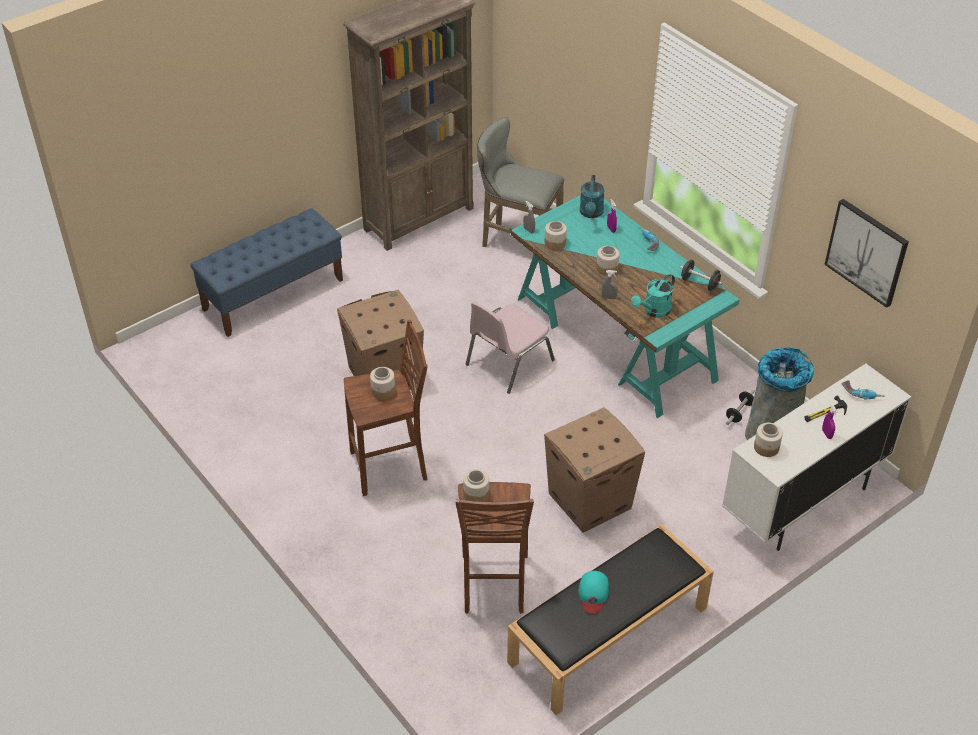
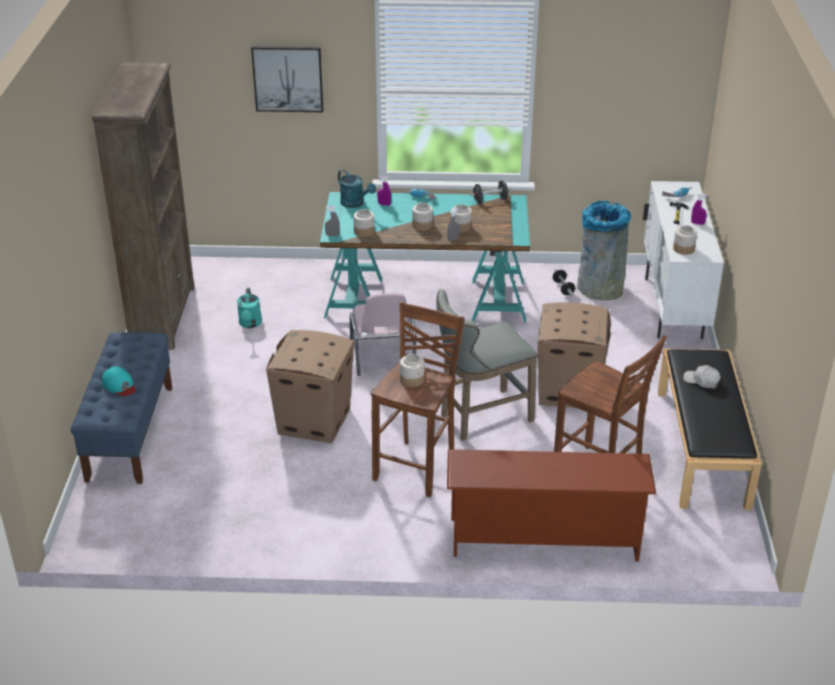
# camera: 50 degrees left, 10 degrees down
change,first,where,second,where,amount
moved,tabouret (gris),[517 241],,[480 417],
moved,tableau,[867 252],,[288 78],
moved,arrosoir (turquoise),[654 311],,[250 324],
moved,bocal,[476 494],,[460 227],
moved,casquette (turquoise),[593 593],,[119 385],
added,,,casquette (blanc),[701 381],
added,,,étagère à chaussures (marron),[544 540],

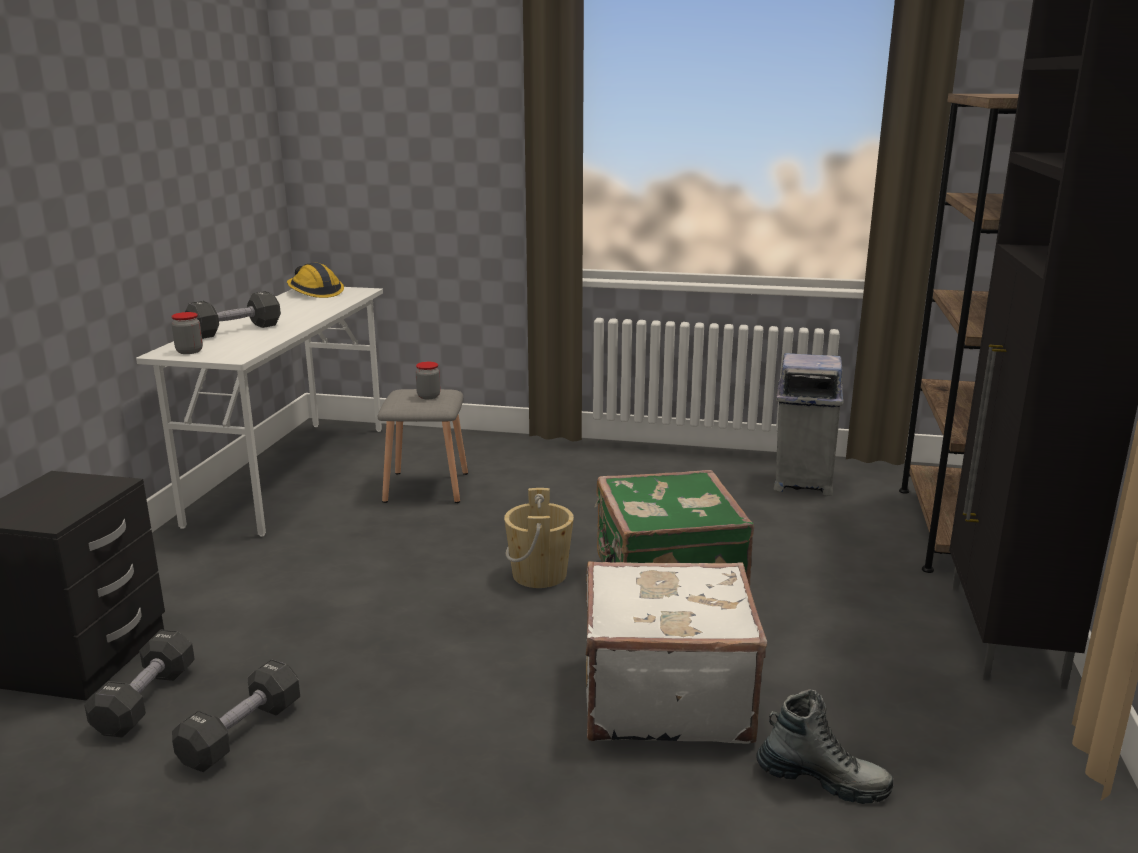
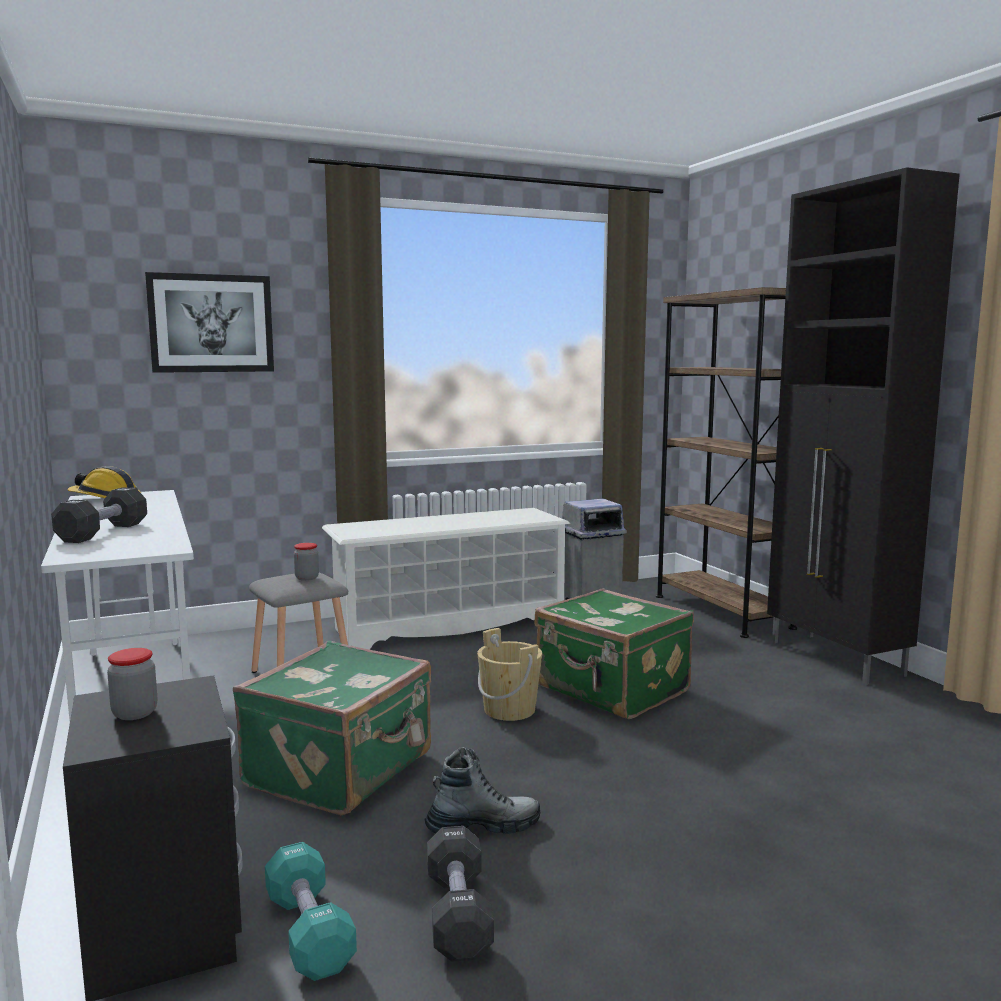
# camera: 35 degrees left, 10 degrees down
change,first,where,second,where,amount
moved,bocal,[189 351],,[135 713],
removed,valise (blanc),[664 696],,,
recoloured,haltère (noir),[146 700],haltère (turquoise),[309 932],
moved,botte,[822 780],,[483 826],
added,,,tableau,[211 323],
added,,,étagère à chaussures (blanc),[449 625],
added,,,valise (vert),[342 770],

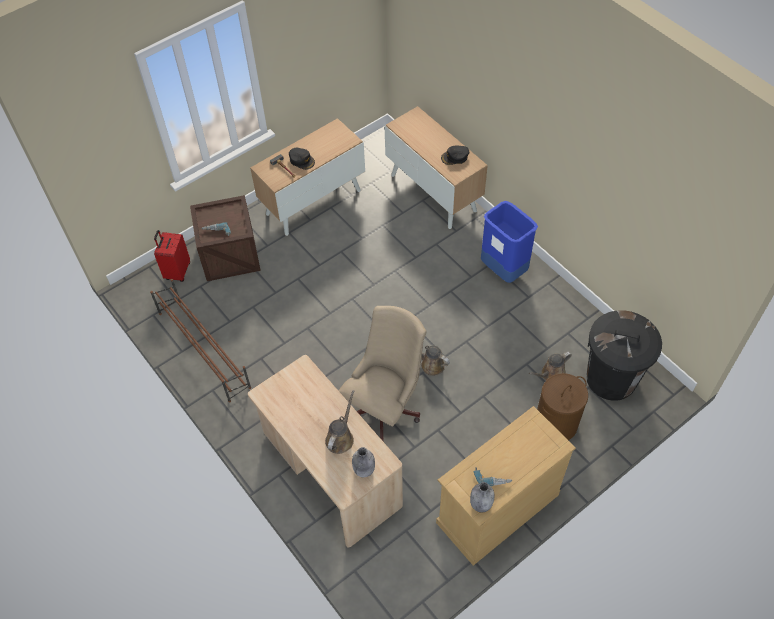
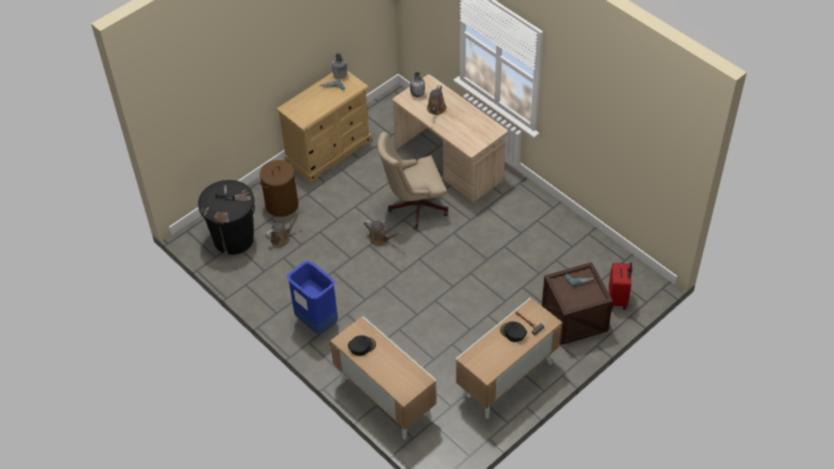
# camera: 175 degrees right, 5 degrees down
change,first,where,second,where,amount
removed,étagère à chaussures (marron),[203 349],,,
turned,chaise de bureau (beige),[385 406],,[413 206],45 degrees clockwise

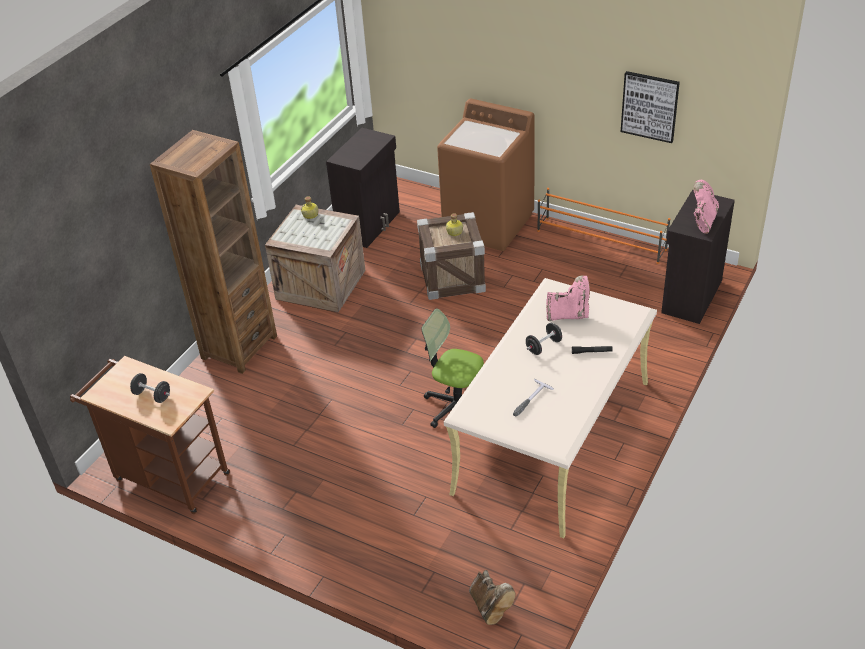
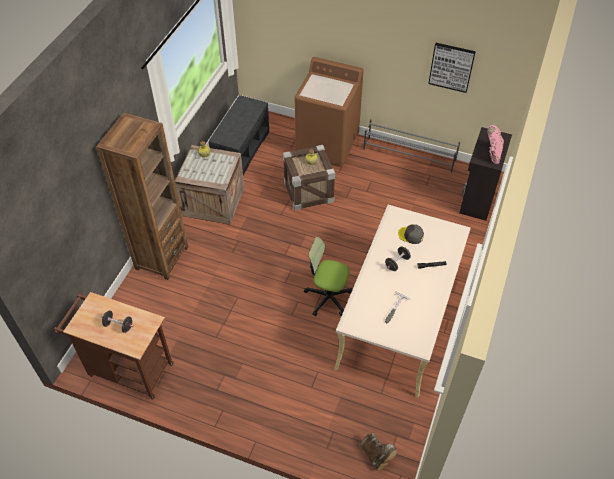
# camera: 10 degrees left, 10 degrees up
change,first,where,second,where,amount
replaced,meuble de rangement (noir),[369 225],banc (gris),[241 149],
recoloured,étagère à chaussures (orange),[601 240],étagère à chaussures (gris),[409 155],
replaced,botte (rose),[569 315],casquette (gris),[411 235],

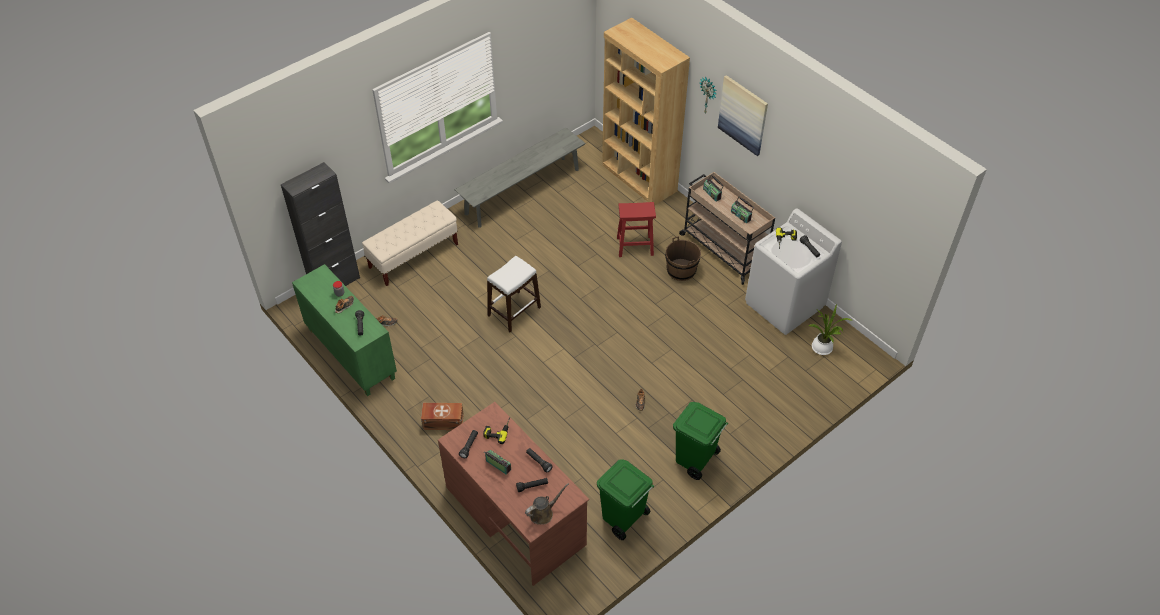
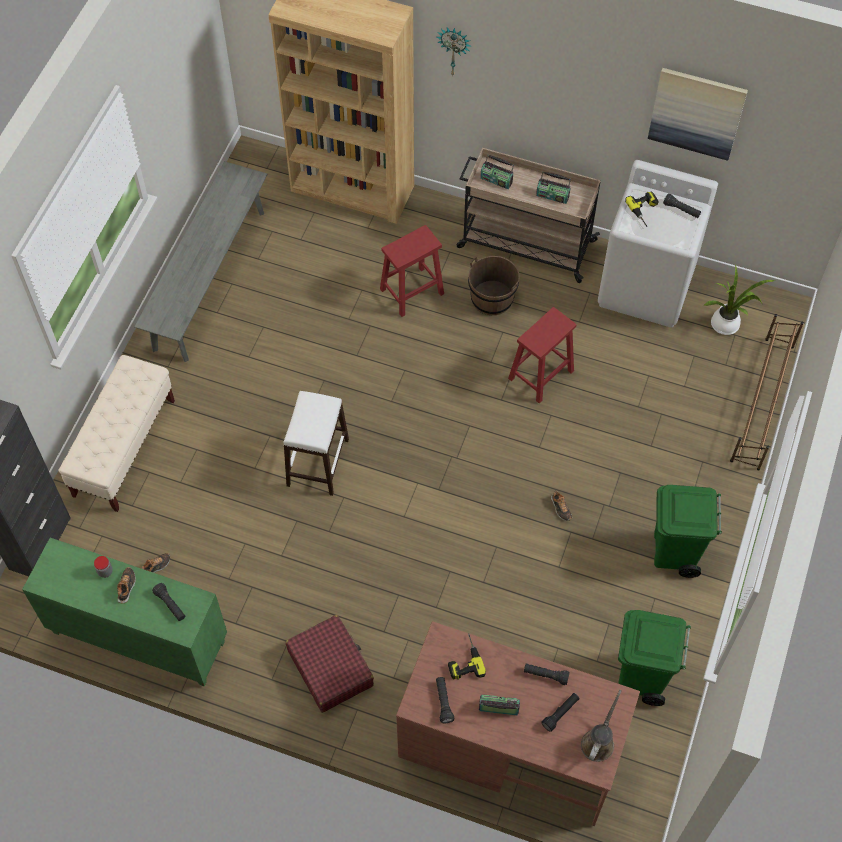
# camera: 30 degrees left, 10 degrees up
change,first,where,second,where,amount
moved,tableau,[743 115],,[696 113],
replaced,boîte de rangement (marron),[442 421],valise (rouge),[330 668],
added,,,tabouret (rouge),[540 375],
added,,,étagère à chaussures (marron),[762 403],

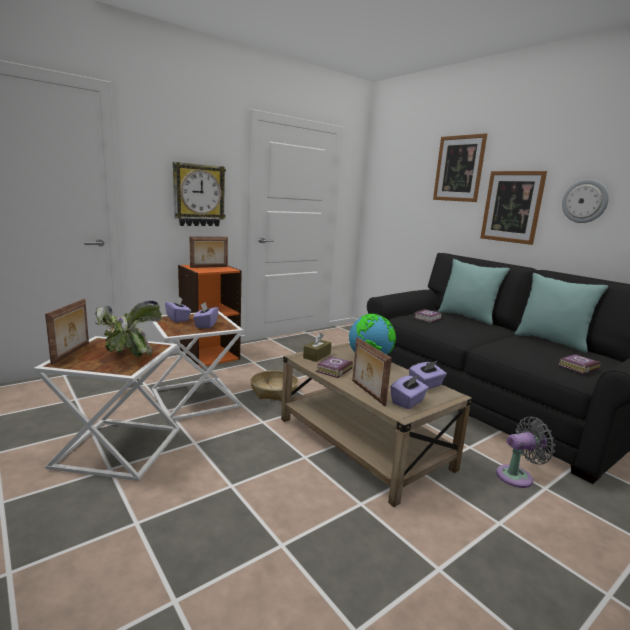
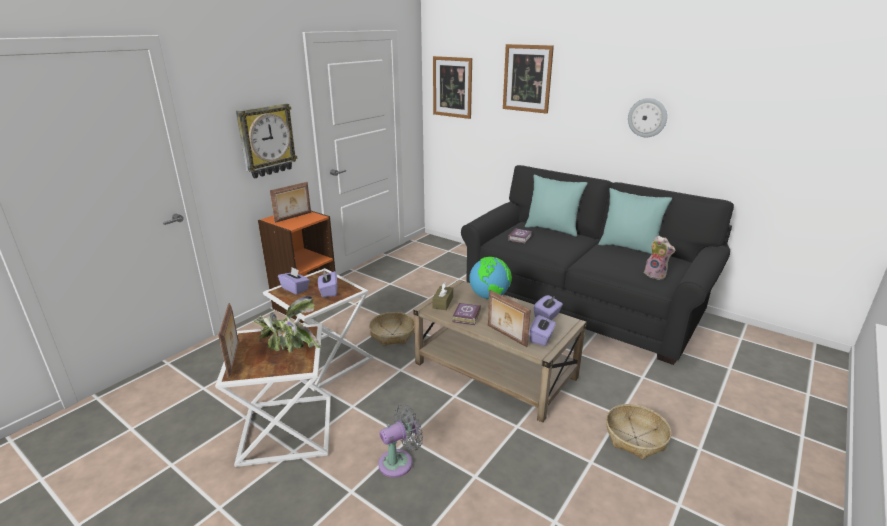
# camera: 15 degrees left, 10 degrees up
change,first,where,second,where,amount
moved,tableau,[512 207],,[452 87],
replaced,livre,[577 367],peluche,[656 275],
moved,ventilateur (gris),[517 476],,[399 462],
added,,,panier,[635 437],

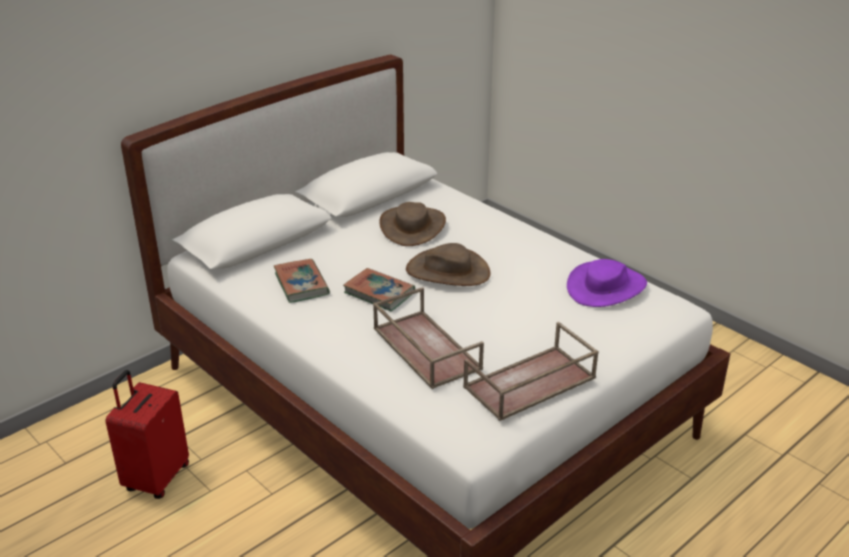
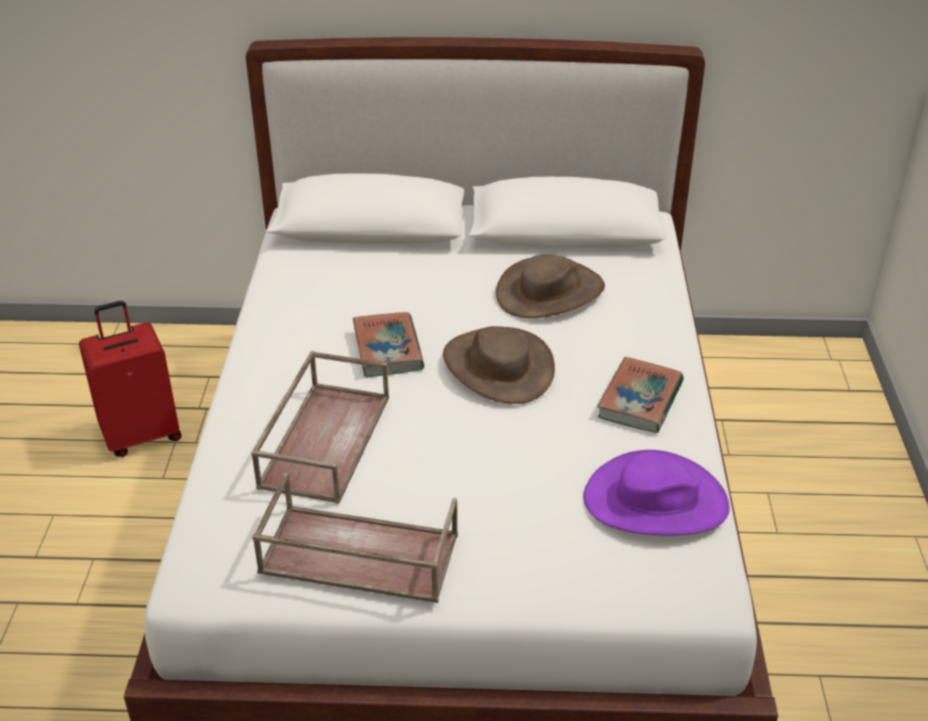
# camera: 45 degrees right, 5 degrees up
change,first,where,second,where,amount
moved,livre,[301 284],,[640 400],

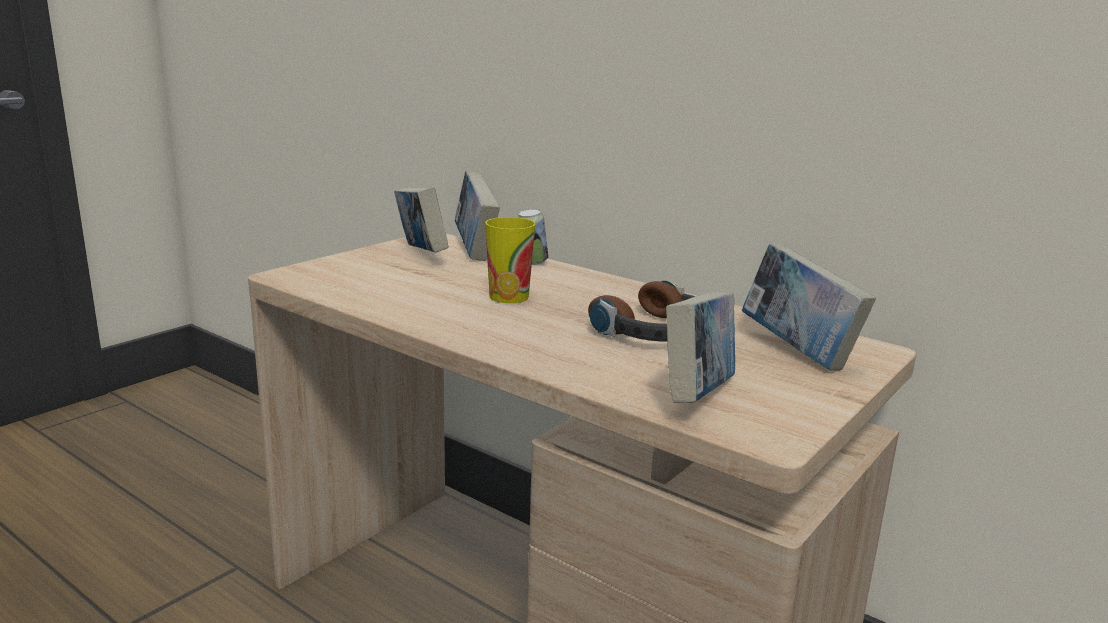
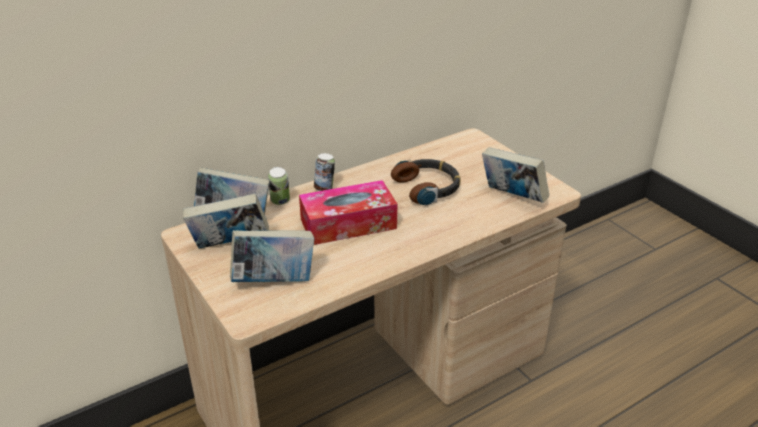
# camera: 70 degrees left, 15 degrees up
change,first,where,second,where,amount
replaced,tasse,[509 297],boîte à mouchoirs,[348 224],
moved,livre,[798 352],,[274 281],
added,,,boîte métallique,[325 188],

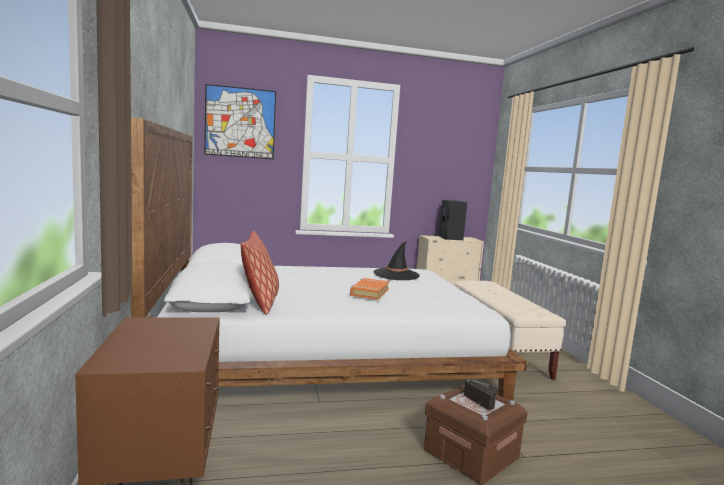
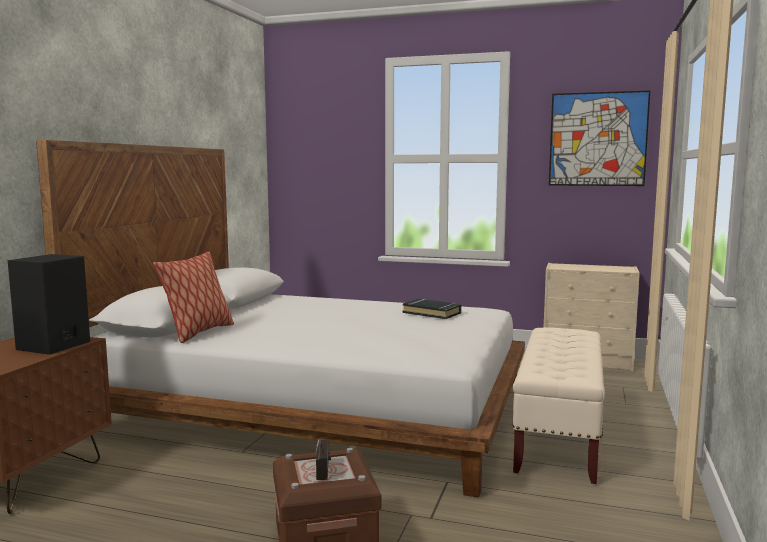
# camera: 30 degrees right, 0 degrees up
change,first,where,second,where,amount
moved,tableau,[240 122],,[597 139],
moved,enceinte (noir),[451 238],,[53 346],
replaced,chapeau (noir),[396 274],livre (noir),[432 313],
removed,livre (orange),[369 292],,,

